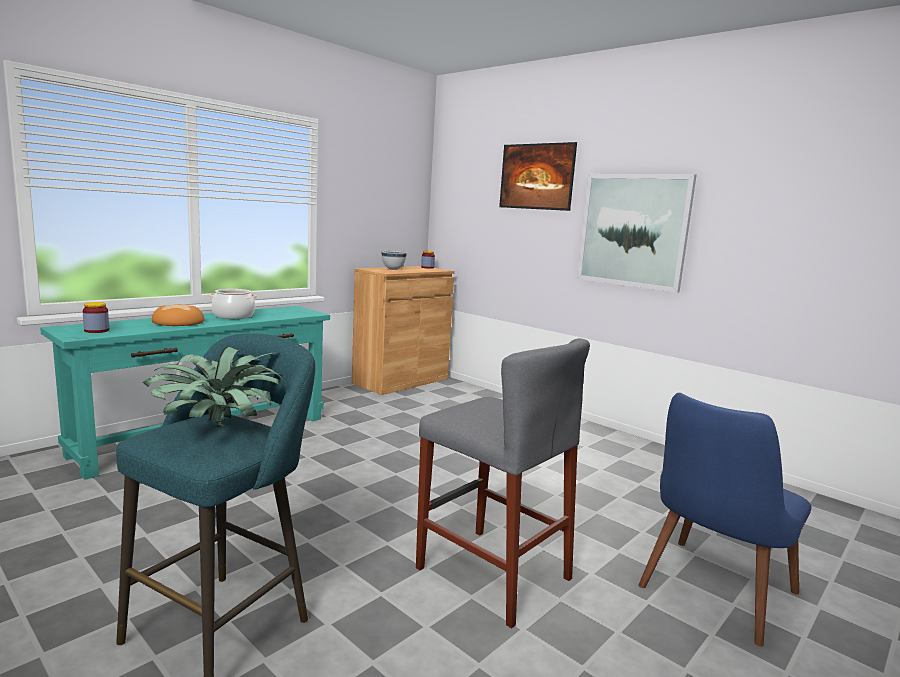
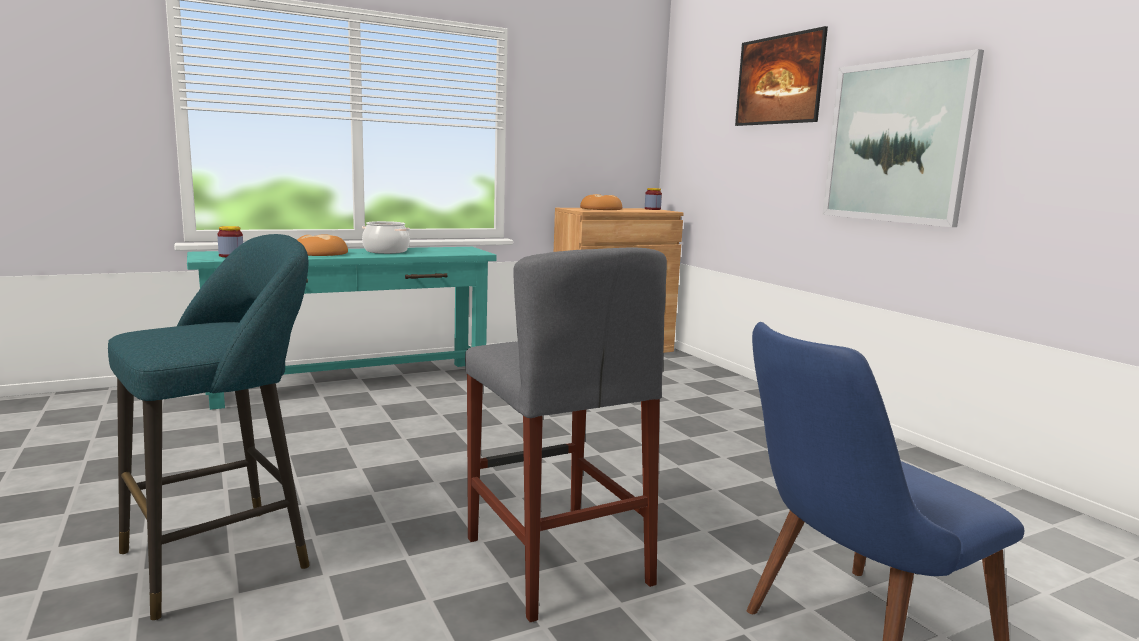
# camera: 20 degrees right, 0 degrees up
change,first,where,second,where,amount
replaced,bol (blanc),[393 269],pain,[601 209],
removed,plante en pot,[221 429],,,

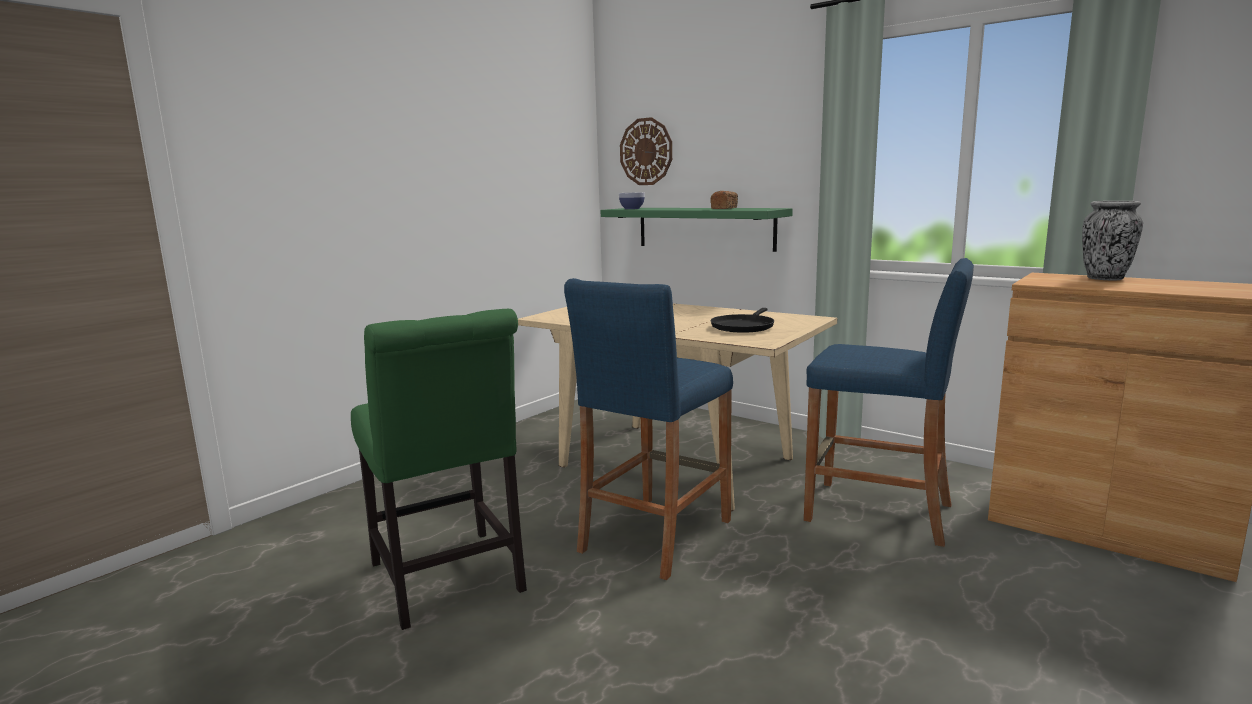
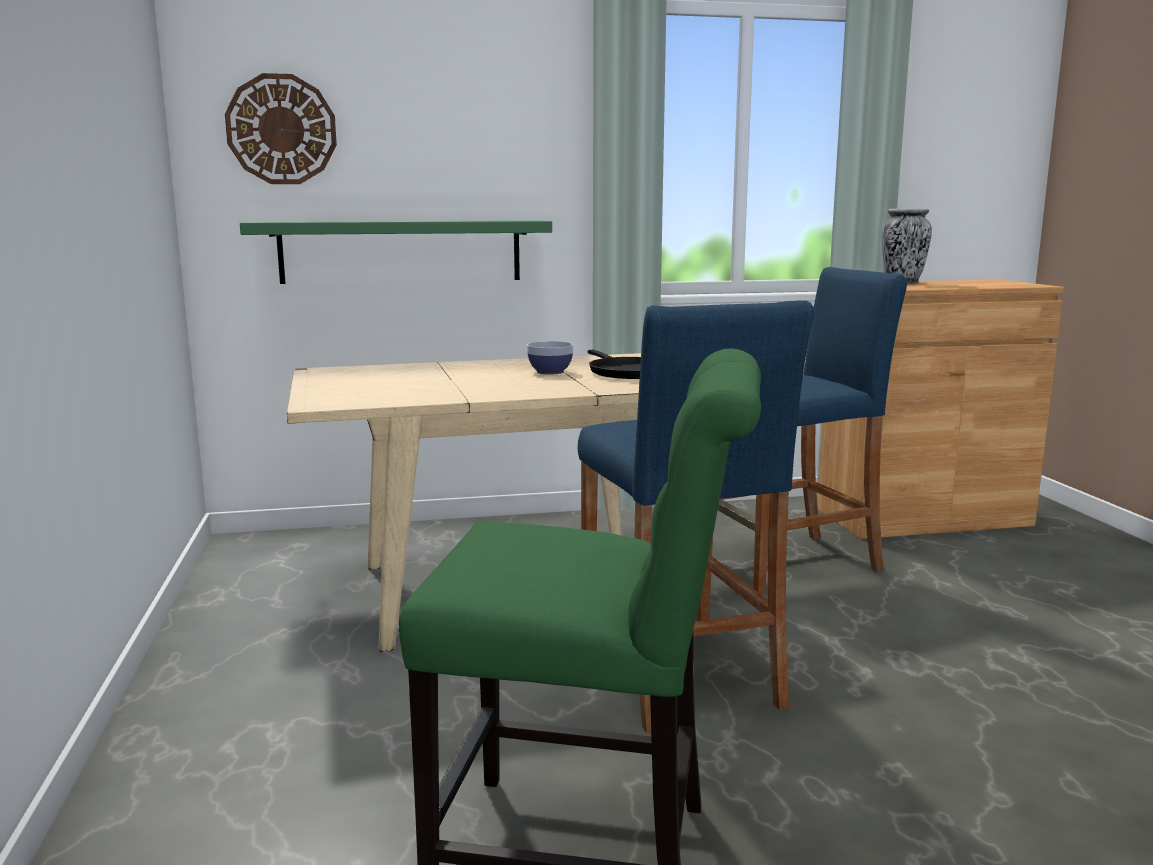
# camera: 50 degrees left, 0 degrees up
change,first,where,second,where,amount
removed,pain,[724 208],,,
moved,bol,[632 208],,[550 372],

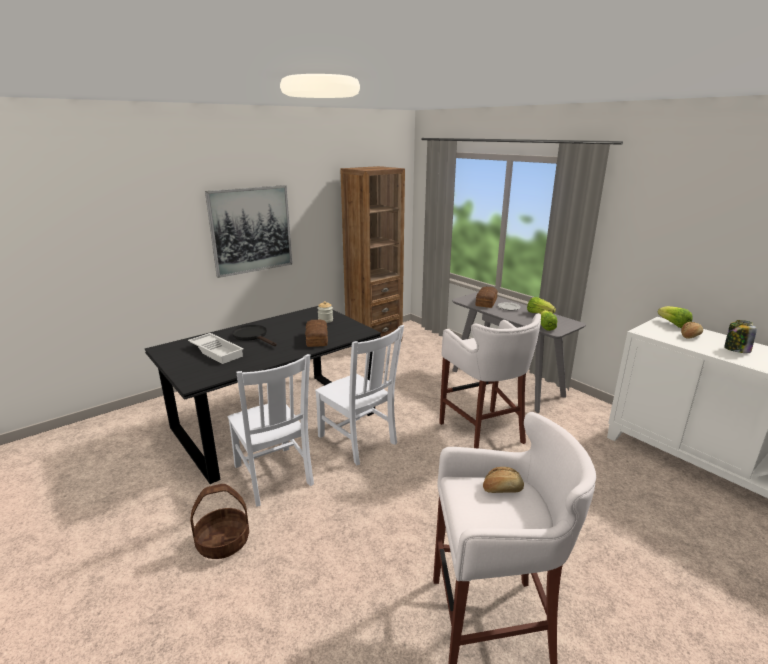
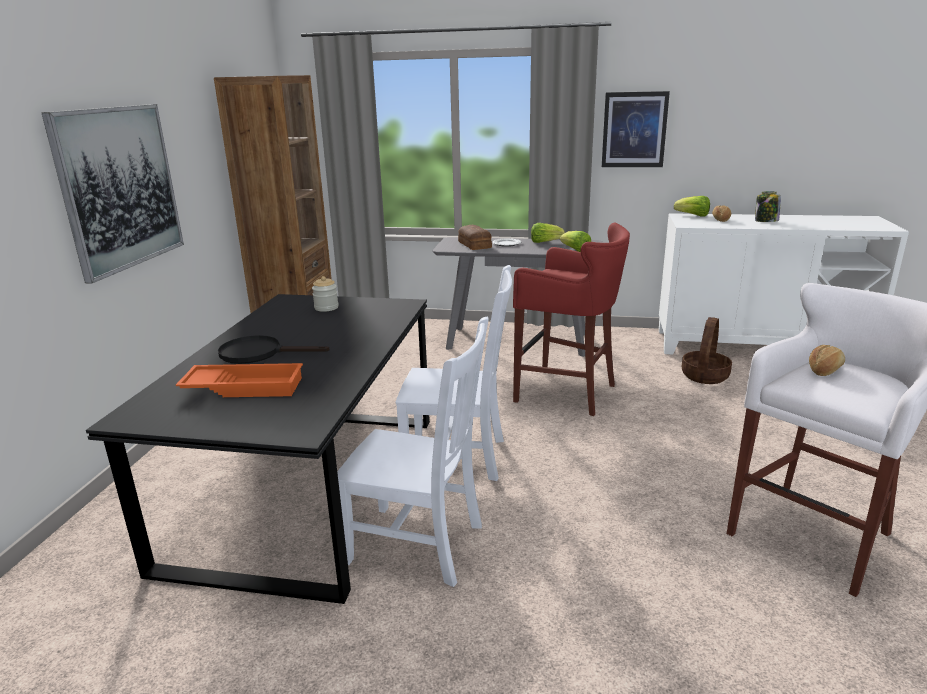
# camera: 40 degrees left, 0 degrees up
change,first,where,second,where,amount
recoloured,tabouret (blanc),[483 433],tabouret (rouge),[568 393],
removed,pain,[316 339],,,
recoloured,plateau (blanc),[217 351],plateau (orange),[245 386],
moved,panier,[223 541],,[704 376],
added,,,tableau,[634 130],

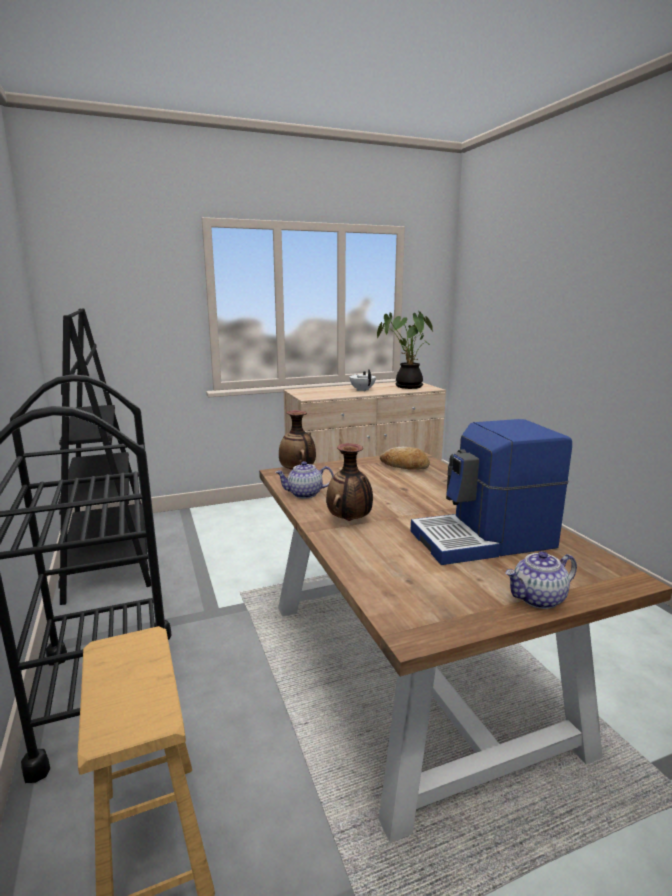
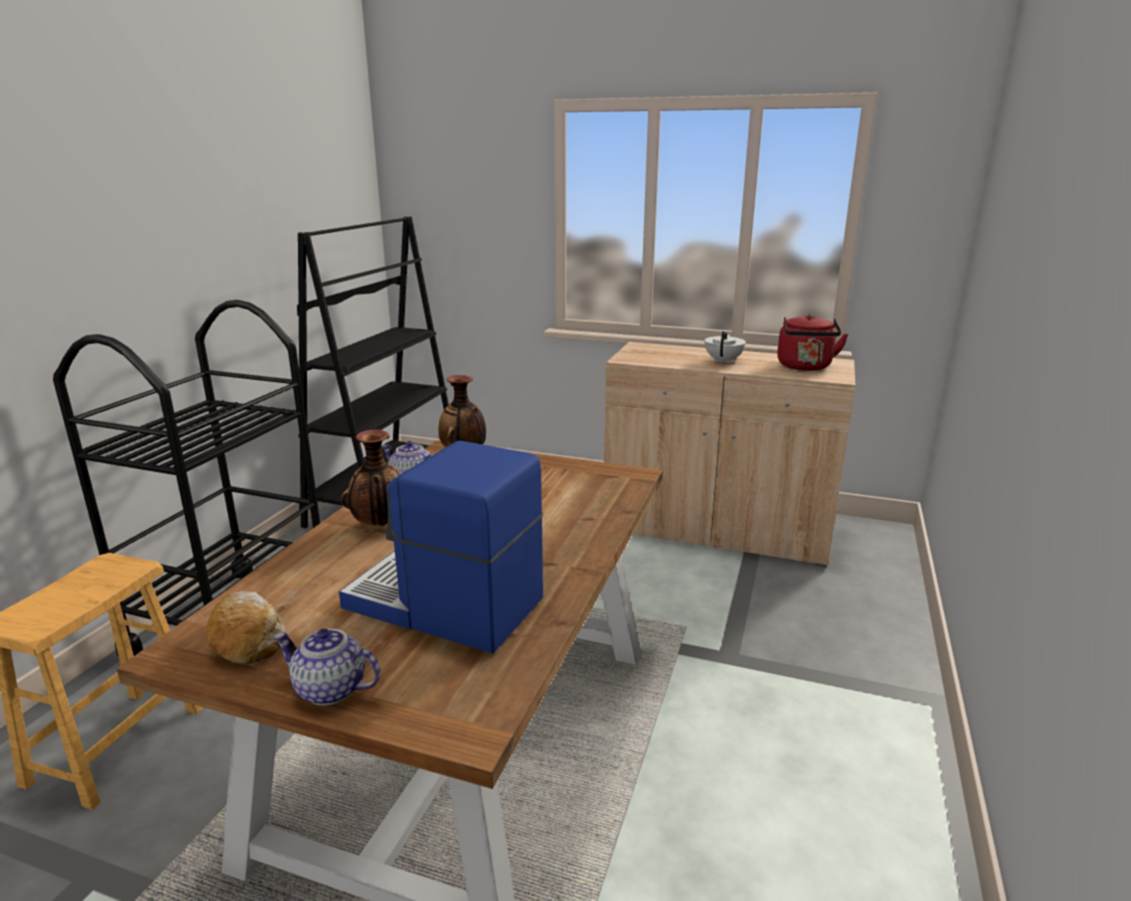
# camera: 40 degrees right, 5 degrees up
change,first,where,second,where,amount
replaced,plante en pot,[406 386],bouilloire (rouge),[805 367],
moved,pain,[404 466],,[247 638],

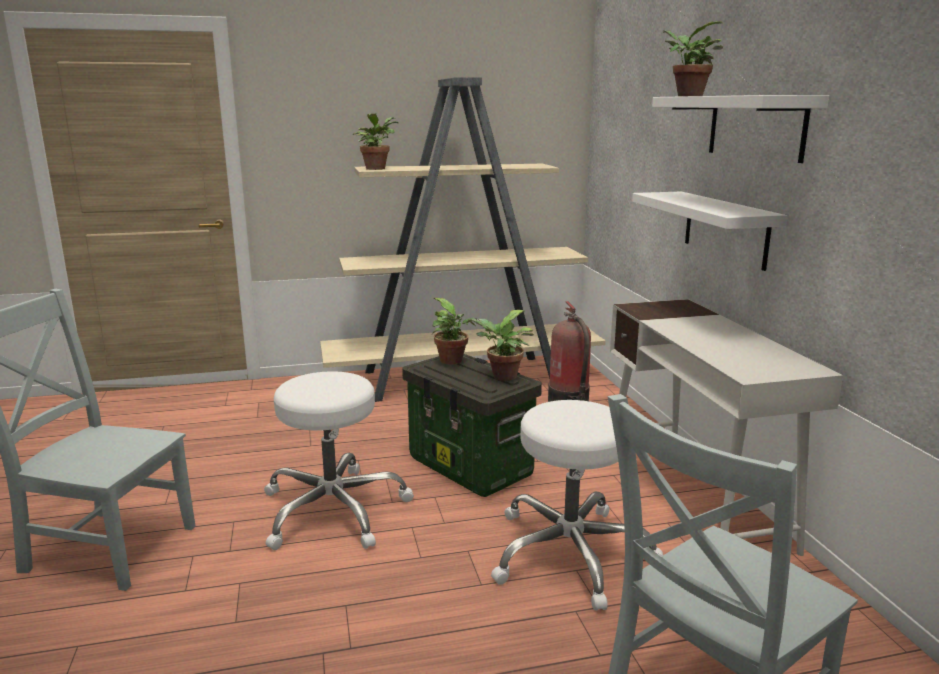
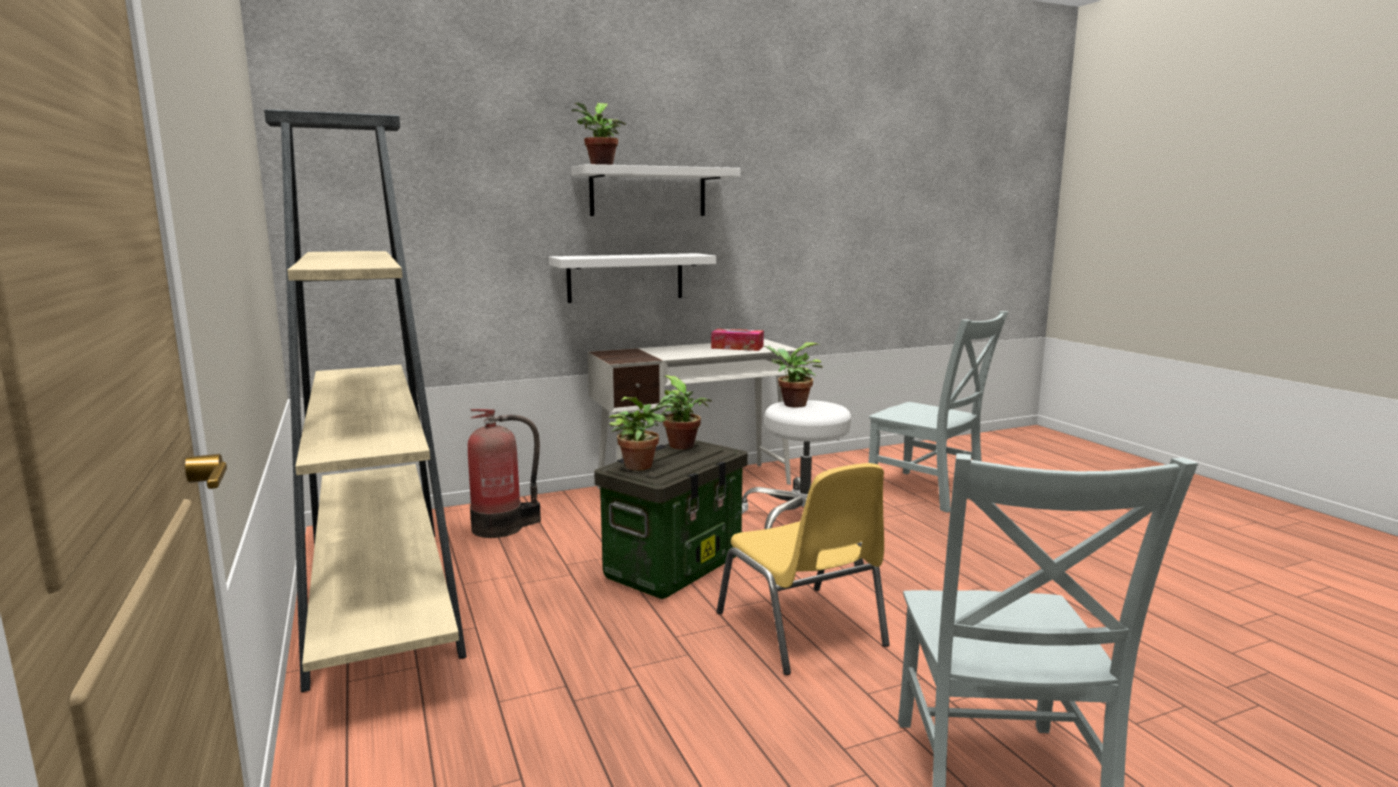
# camera: 100 degrees left, 5 degrees down
change,first,where,second,where,amount
moved,plante en pot,[376 168],,[791 404],
replaced,tabouret (blanc),[333 510],chaise (jaune),[802 630],
added,,,boîte à mouchoirs,[737 347],

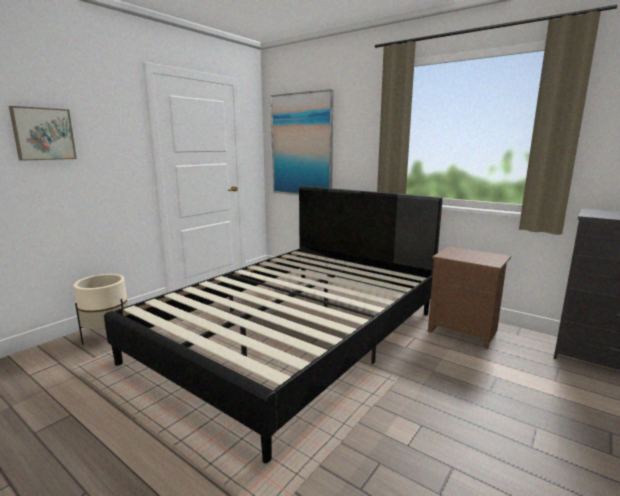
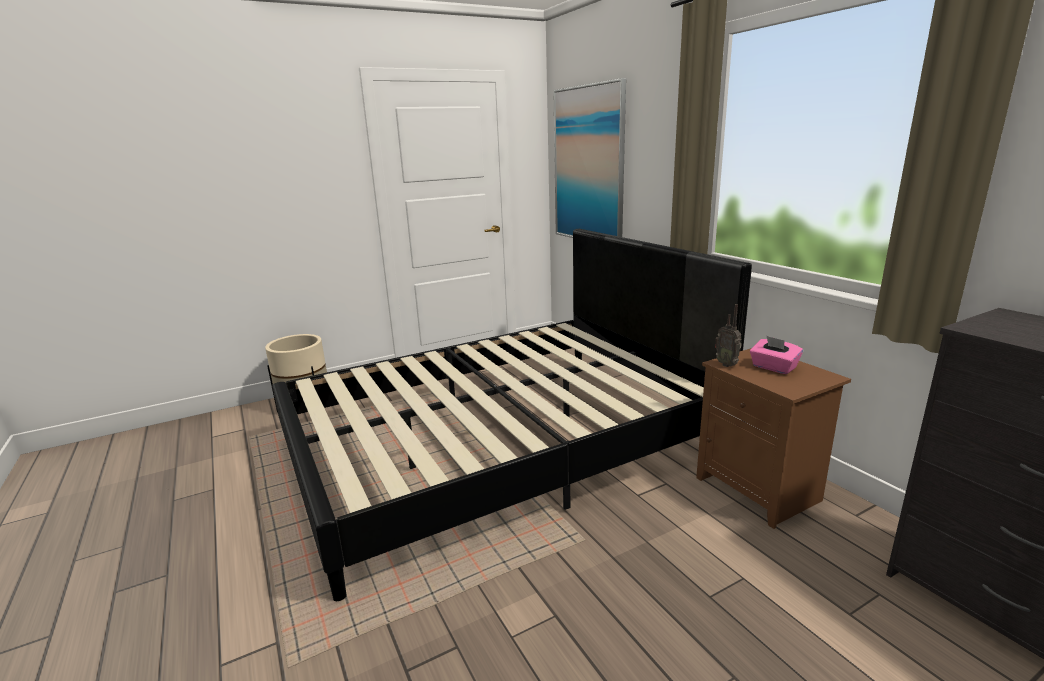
# camera: 25 degrees right, 5 degrees up
change,first,where,second,where,amount
removed,tableau,[43 134],,,
added,,,radio,[727 364],
added,,,boîte à mouchoirs (rose),[773 368],

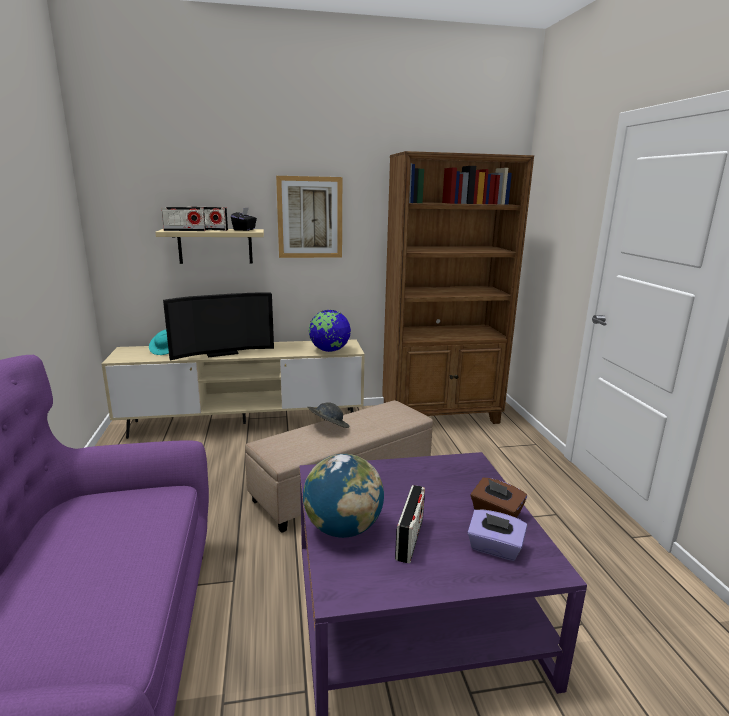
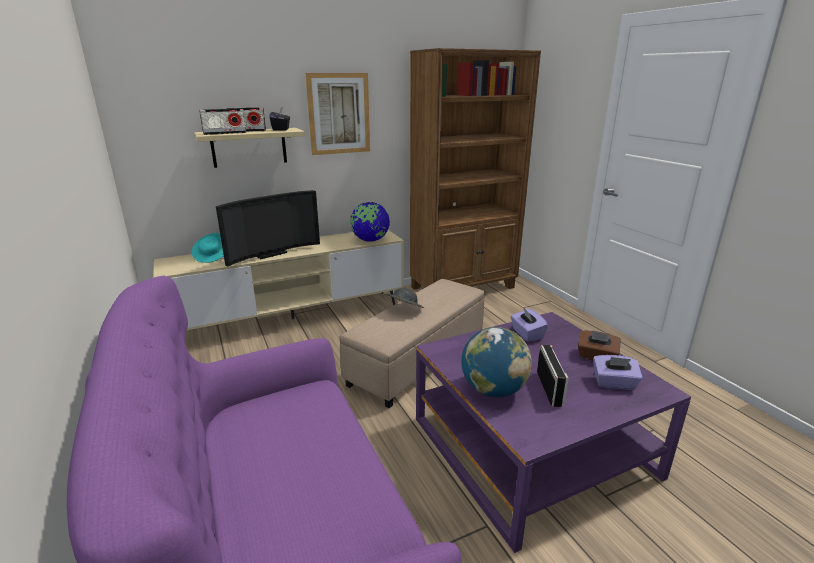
# camera: 15 degrees left, 5 degrees up
change,first,where,second,where,amount
added,,,boîte à mouchoirs (violet),[526 334],

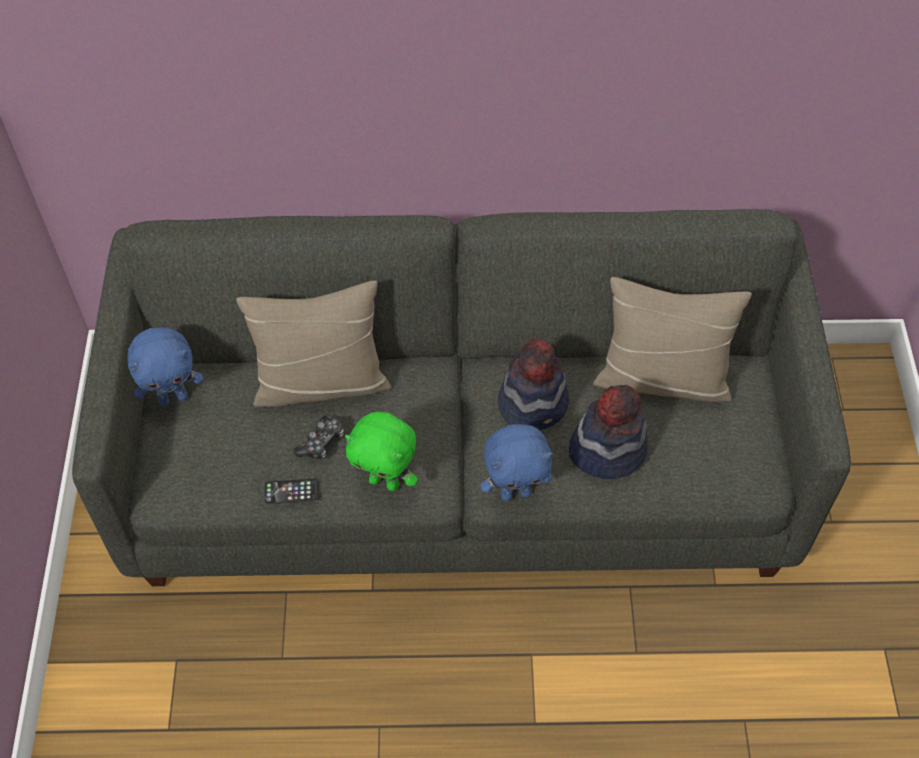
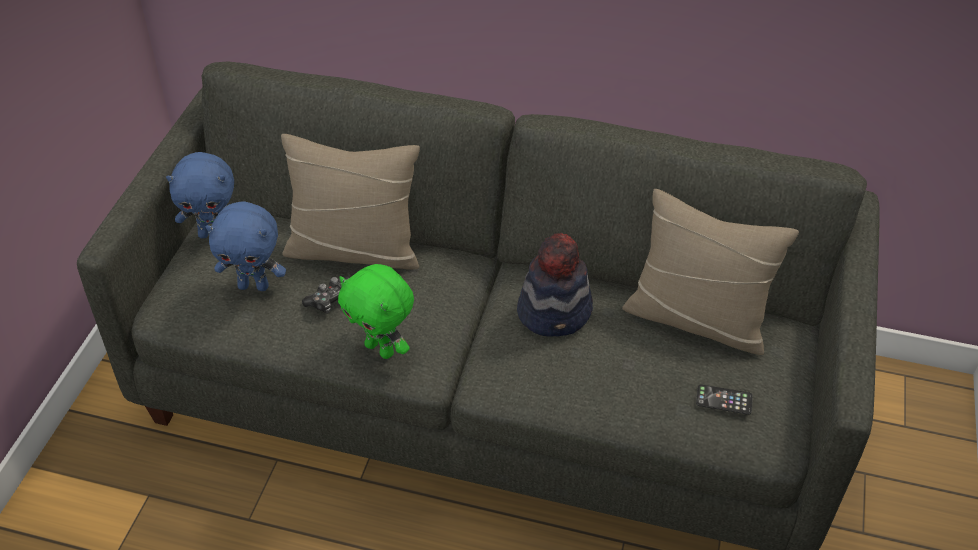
# camera: 15 degrees right, 10 degrees down
change,first,where,second,where,amount
removed,chapeau,[607 449],,,
moved,peluche (bleu),[515 492],,[254 285],
moved,téléphone,[290 492],,[724 400],

